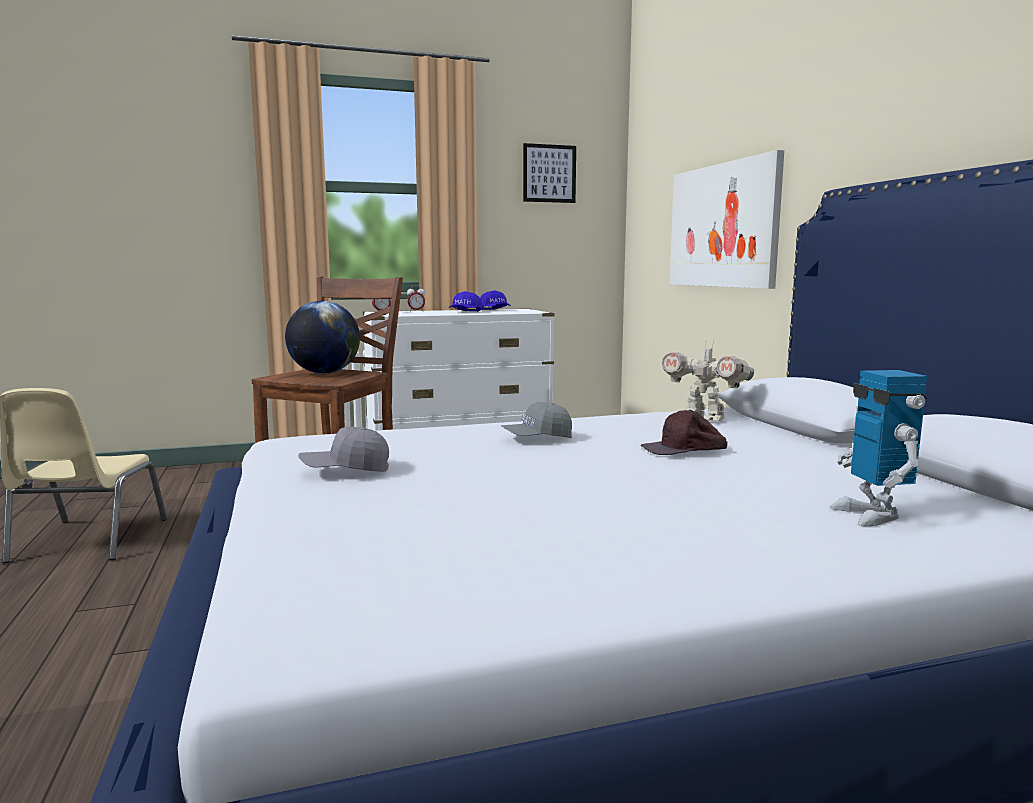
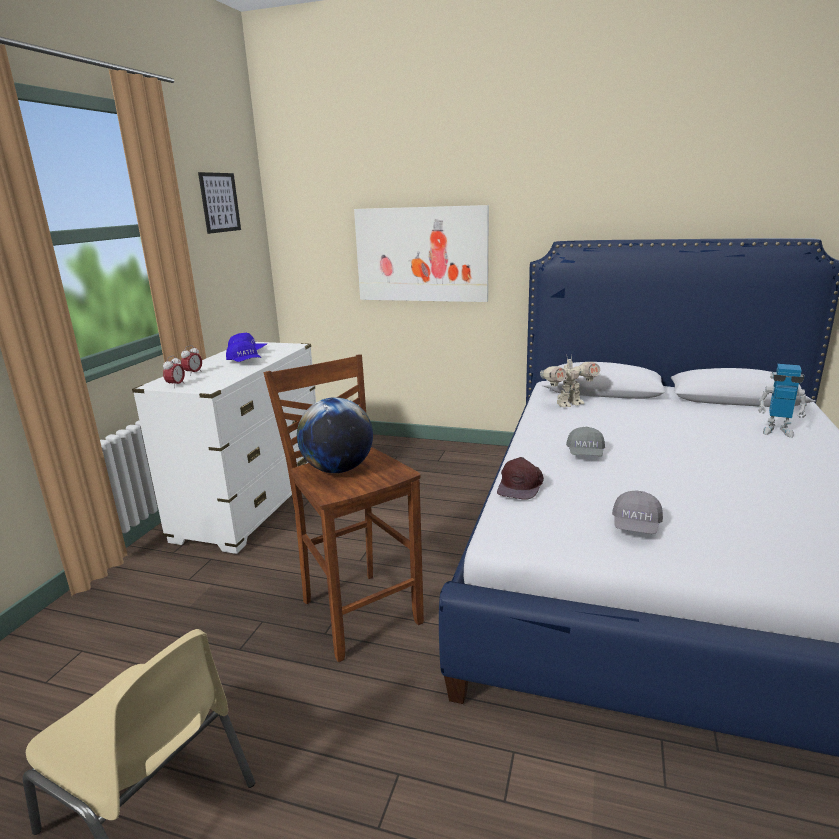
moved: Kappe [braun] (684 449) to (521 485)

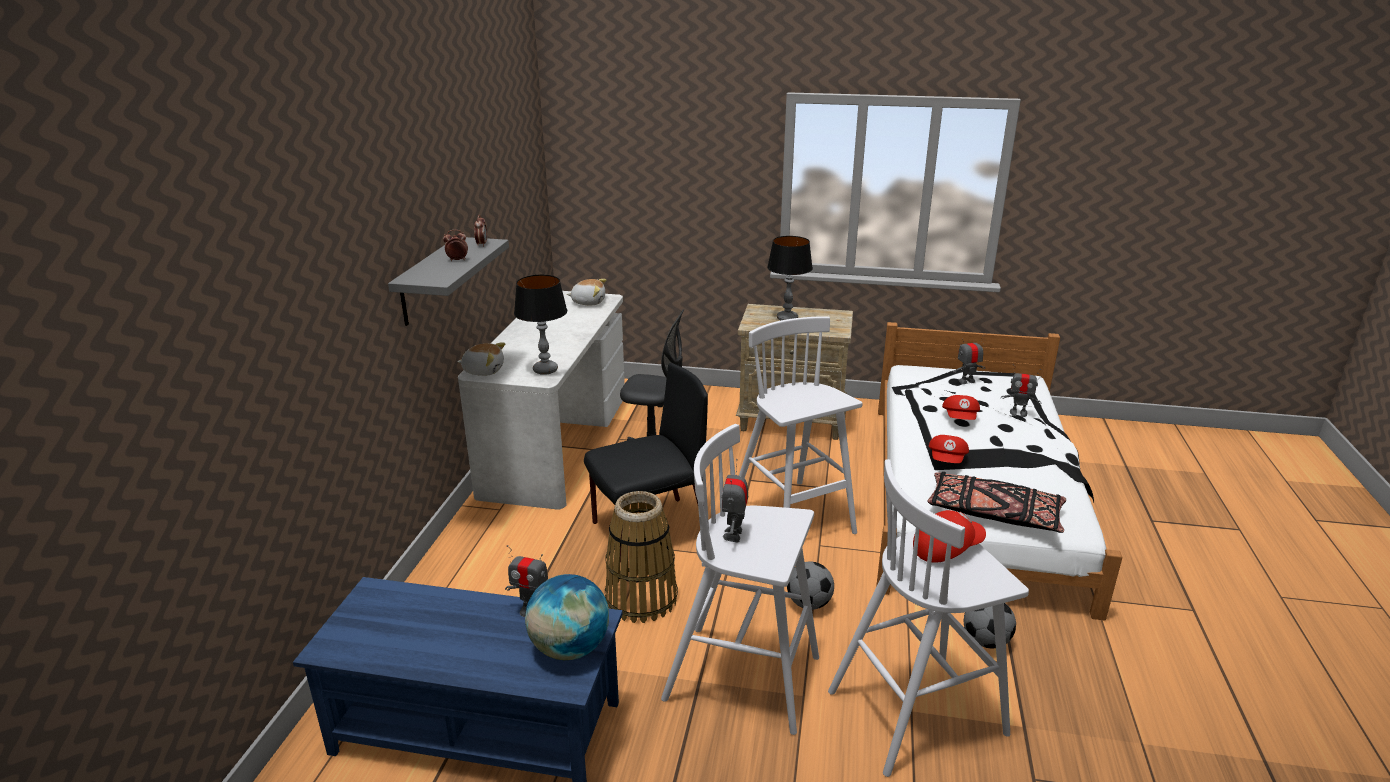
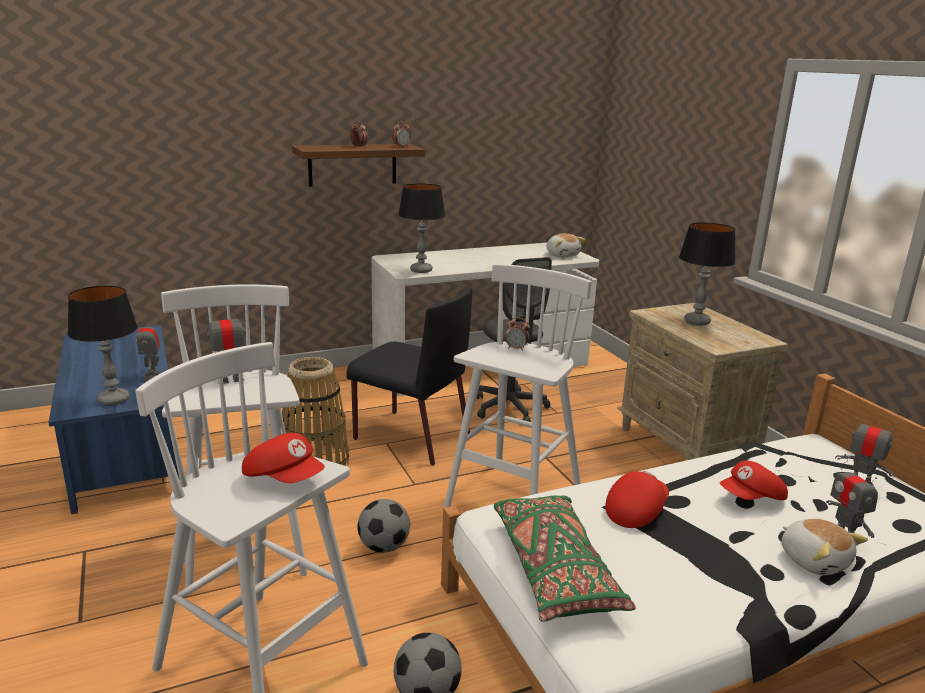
added: Wecker (516 348)
moved: Plüschtier (483 370) to (814 560)
replaced: Globus (570 648) to Tischlampe (113 400)
recoloured: Wandregal [grau] (428 281) to Wandregal [braun] (352 164); Kissen [schwarz] (993 514) to Kissen [grün] (554 569)
turned: Kappe [rot] (947 460) = (635 511) 150 degrees clockwise

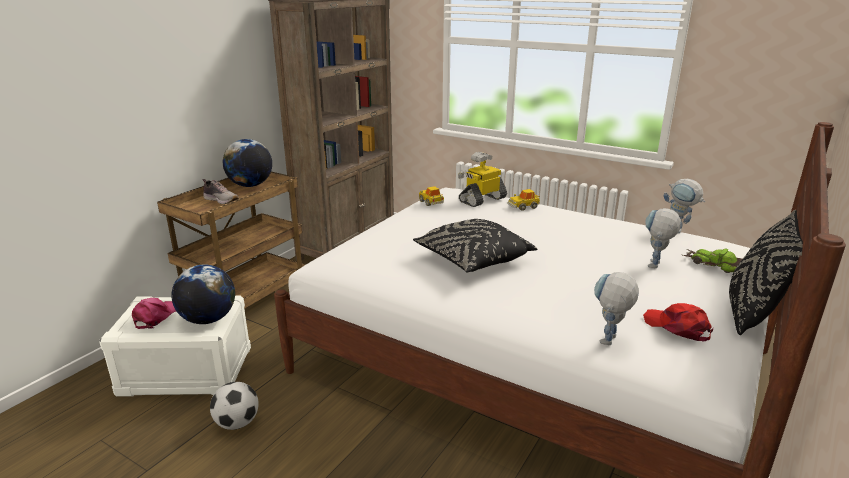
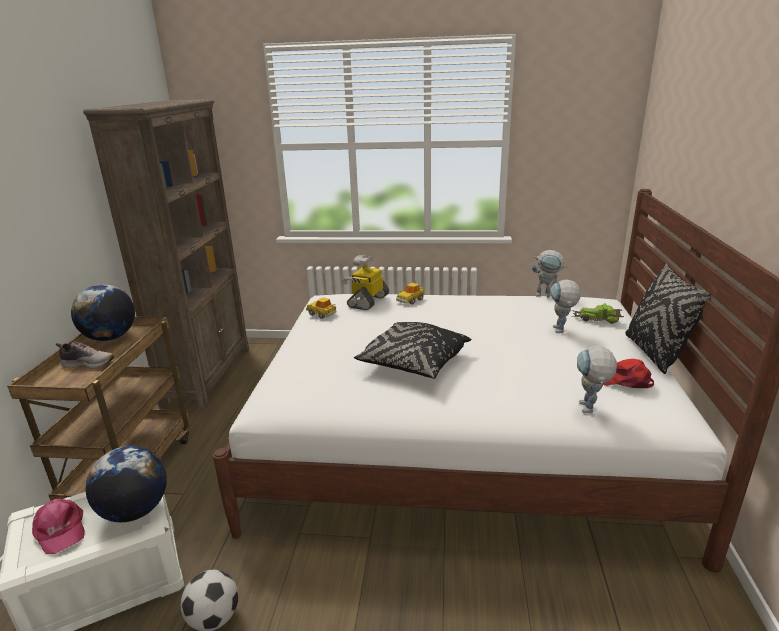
turned: Kappe [rosa] (155 316) = (60 530) 150 degrees clockwise

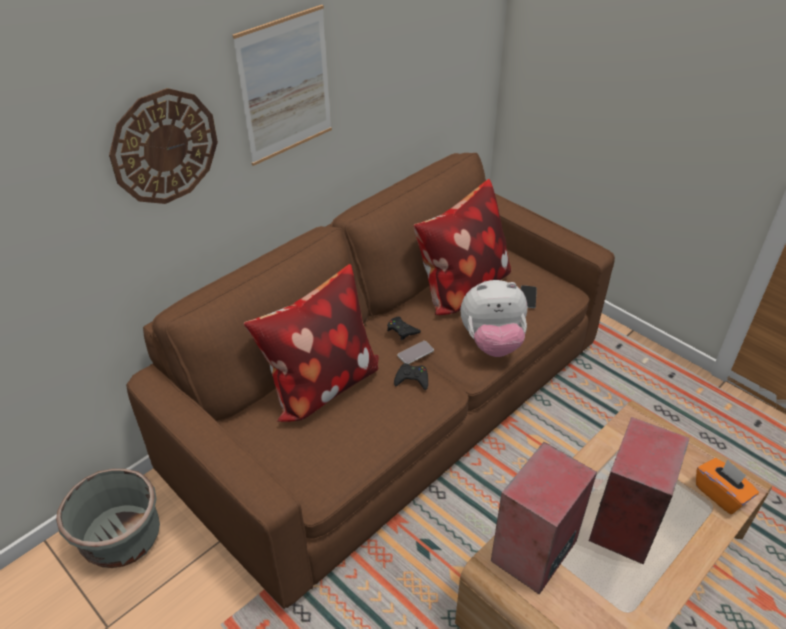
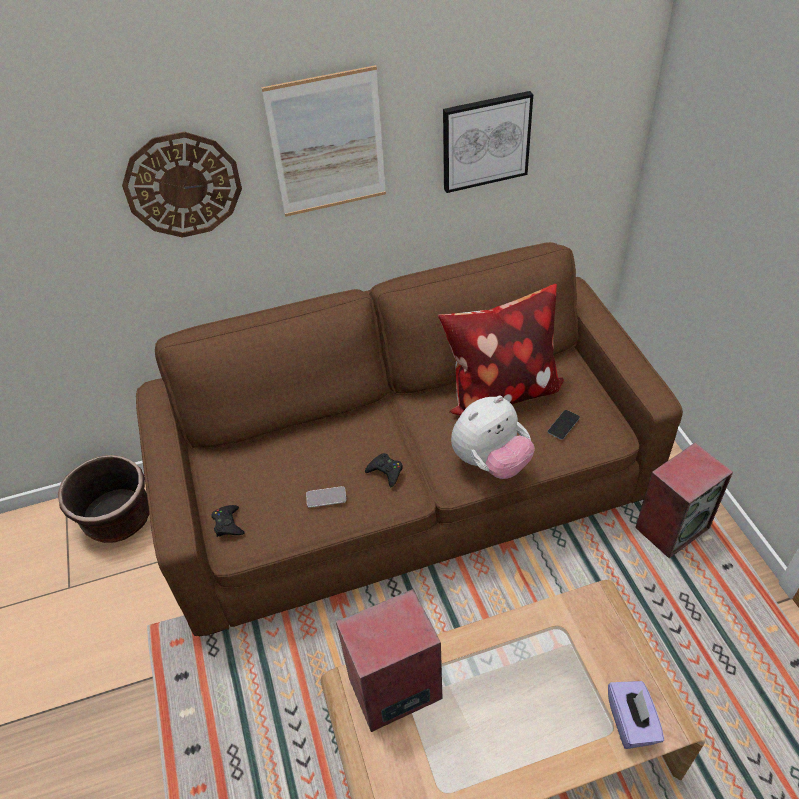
removed: Kissen (320 385)
added: Bild (485 141)
moved: Gamepad [schwarz] (402 330) to (228 524); Handy (415 353) to (326 497); Lautsprecher (624 522) to (672 527)
recoloured: Pflanzkübel [grau] (122 538) to Pflanzkübel [braun] (118 518); Taschentuchbox [orange] (721 494) to Taschentuchbox [lila] (631 722)
turned: Plüschtier (492 343) = (490 462) 60 degrees counterclockwise

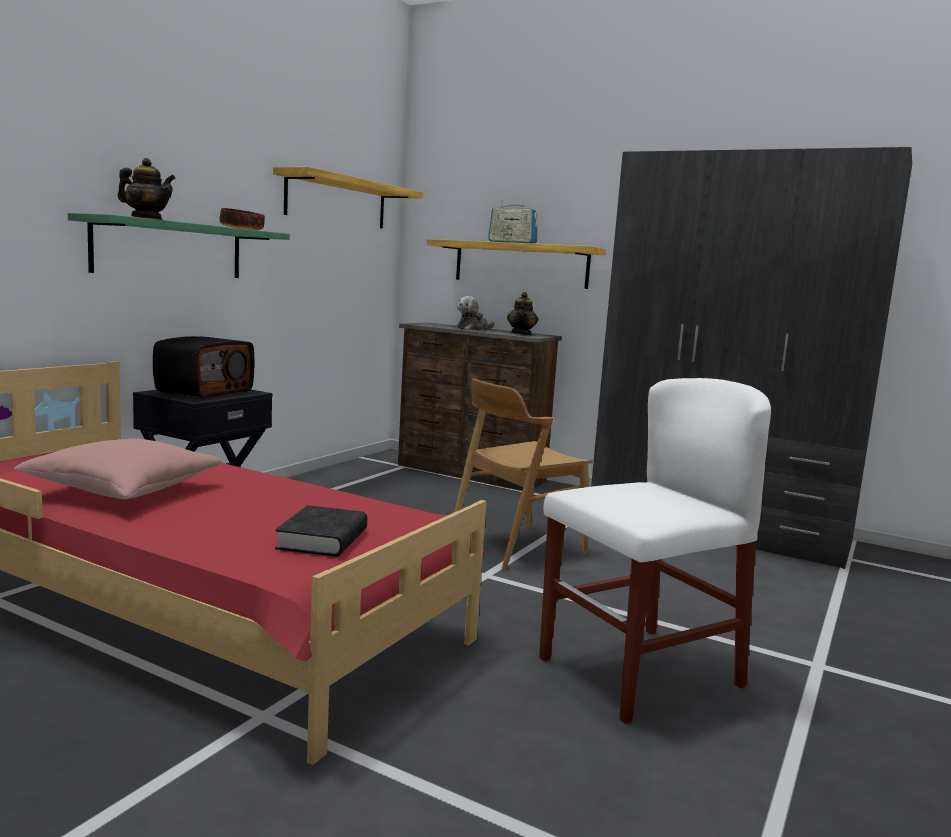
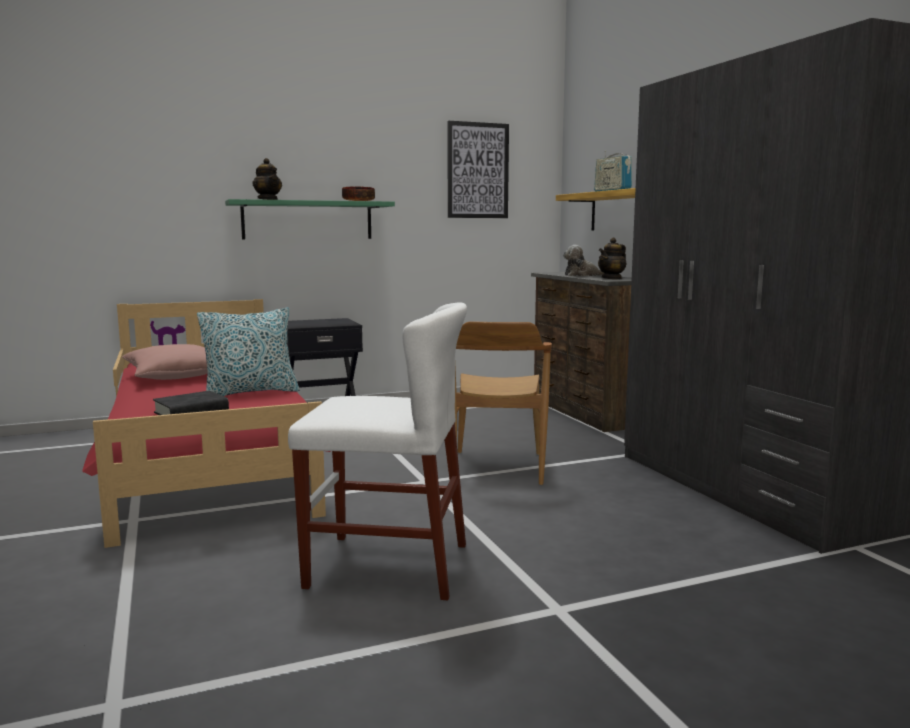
removed: Radio (204 391)
added: Kissen (251 392)
replaced: Wandregal (337 201) to Bild (477 170)
turned: Stuhl [braun] (516 545) = (497 467) 90 degrees counterclockwise

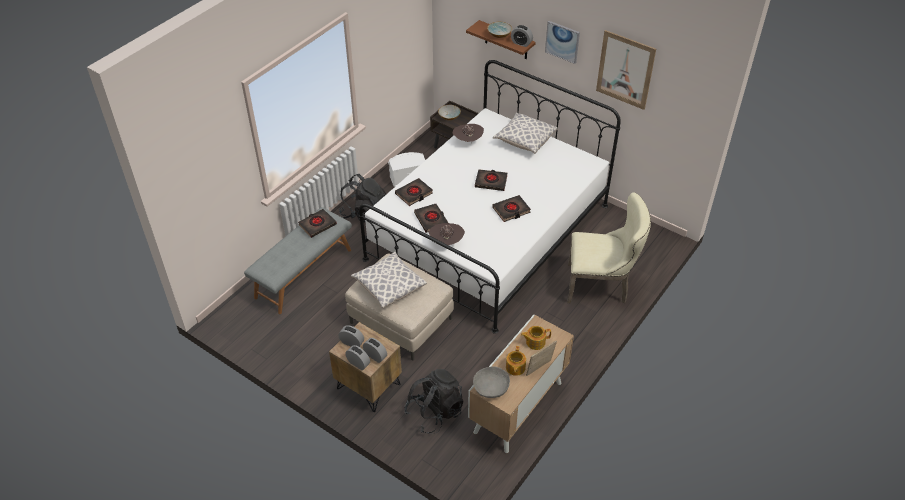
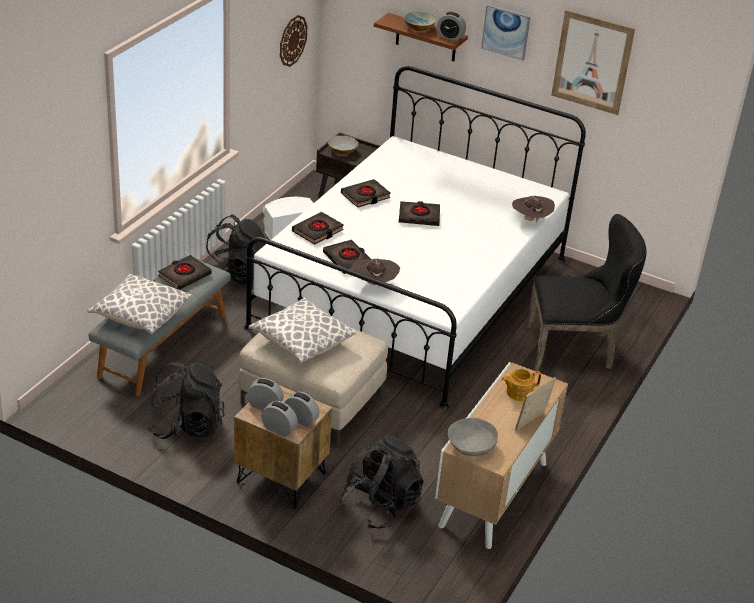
removed: Teekanne (515 368)
added: Rucksack [schwarz] (186 425); Wanduhr (292 40)
moved: Hut [braun] (468 141) to (530 220); Buch [schwarz] (511 210) to (365 196); Kissen (524 140) to (140 316)
recoloured: Stuhl [beige] (601 285) to Stuhl [schwarz] (575 349)

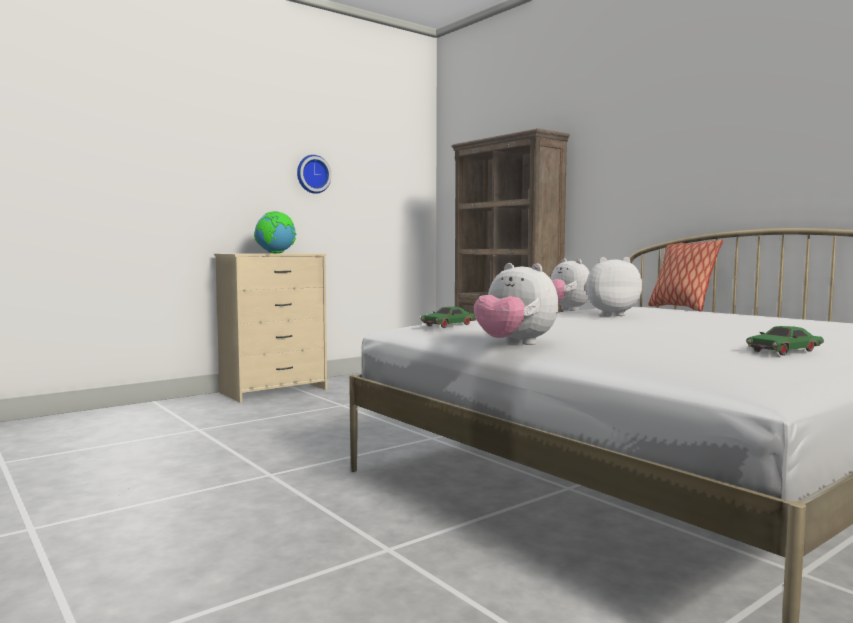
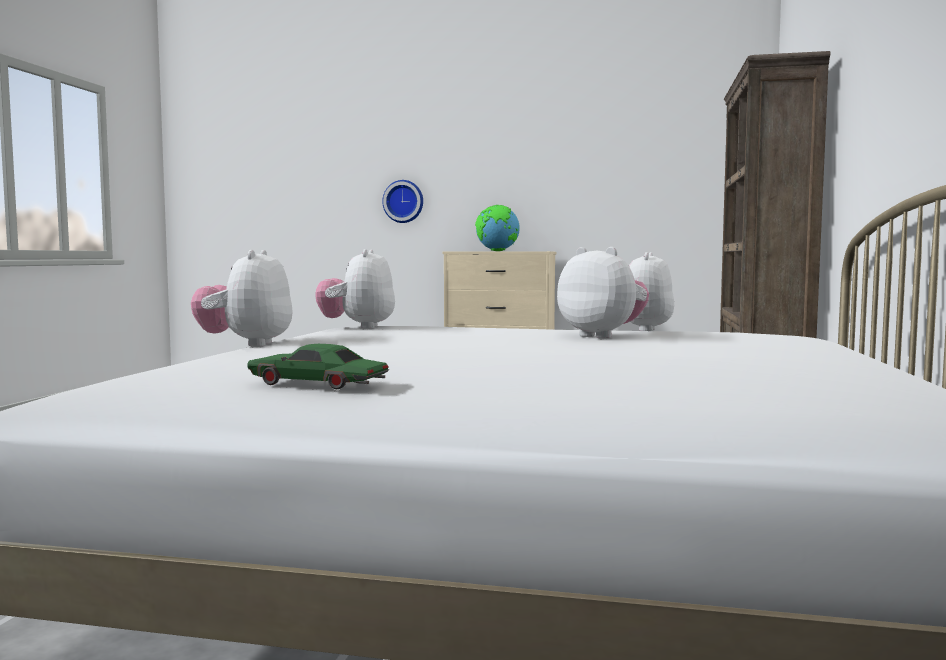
removed: Kissen (681 308)
moved: Wanduhr (312 174) to (404 201)
replaced: Spielzeugauto [grün] (450 325) to Plüschtier (358 327)

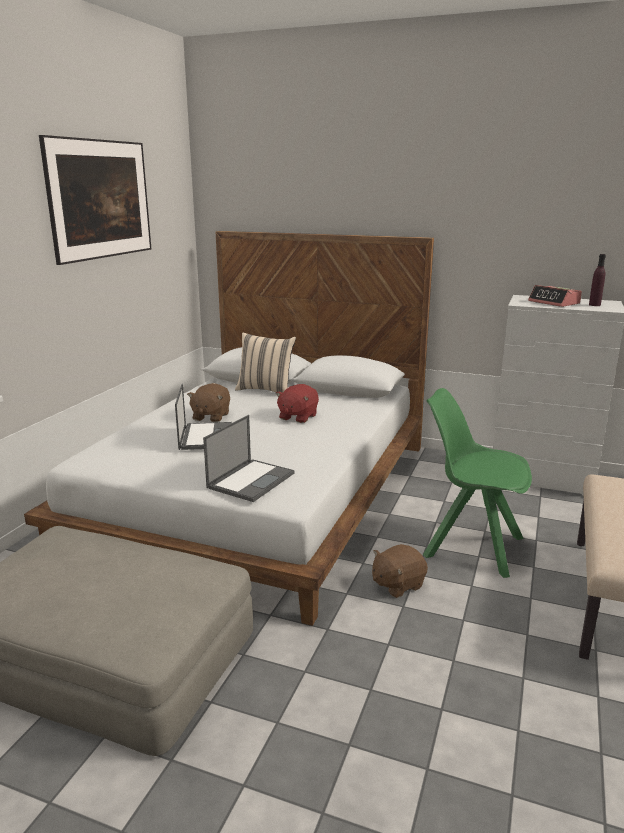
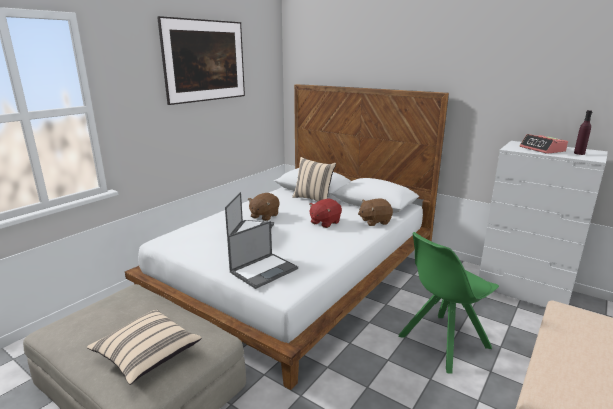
added: Kissen [beige] (147 356)
moved: Plüschtier [braun] (397 584) to (374 221)
turned: Stuhl [grün] (470 546) = (442 342) 75 degrees counterclockwise

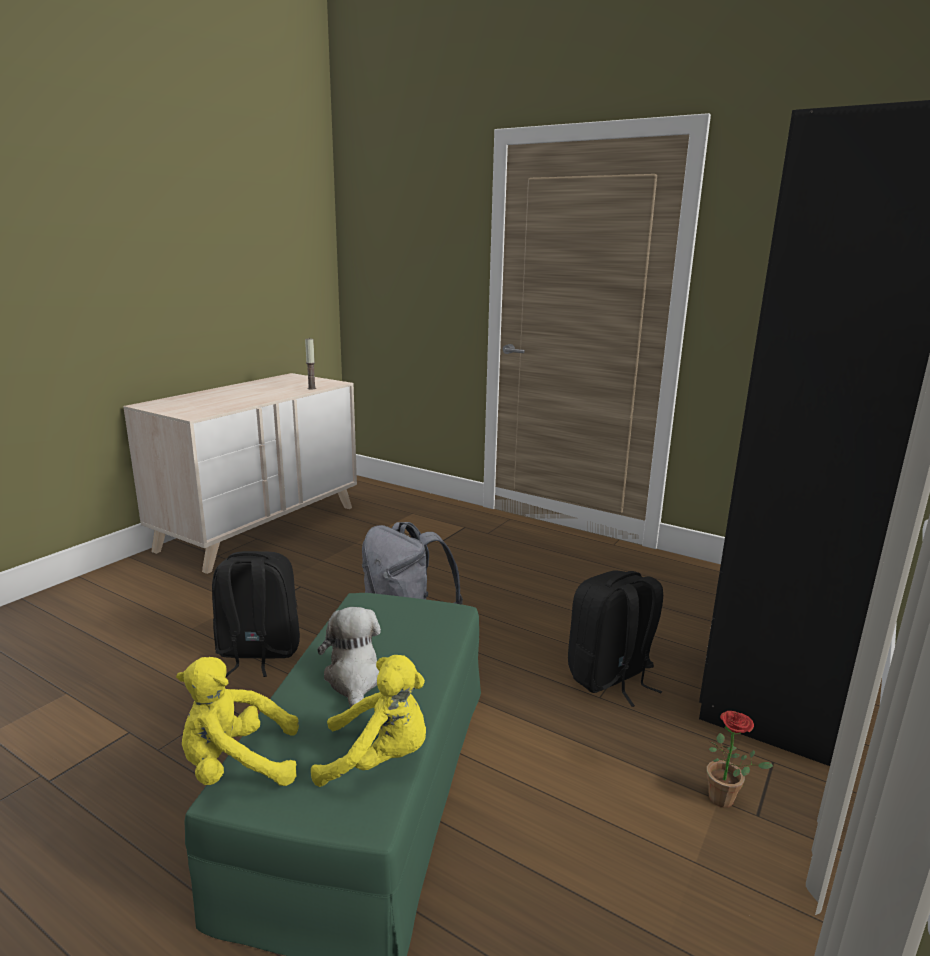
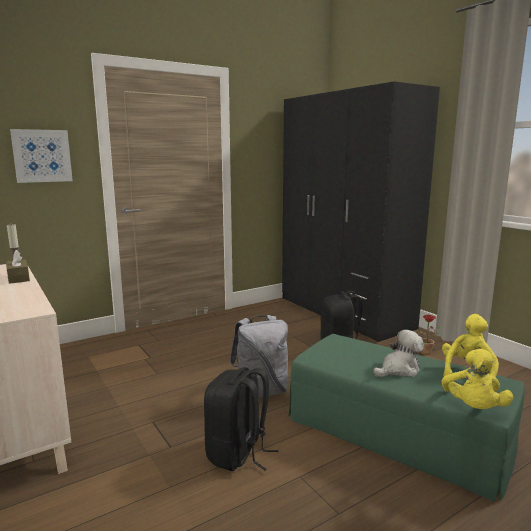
added: Taschentuchbox [braun] (18 278); Bild (42 156)
turned: Plüschtier (355 679) = (399 369) 135 degrees clockwise

